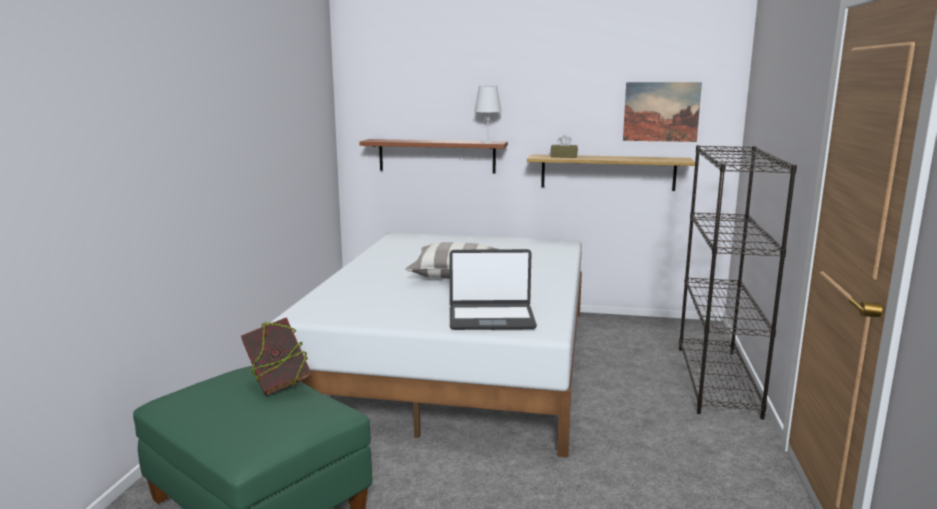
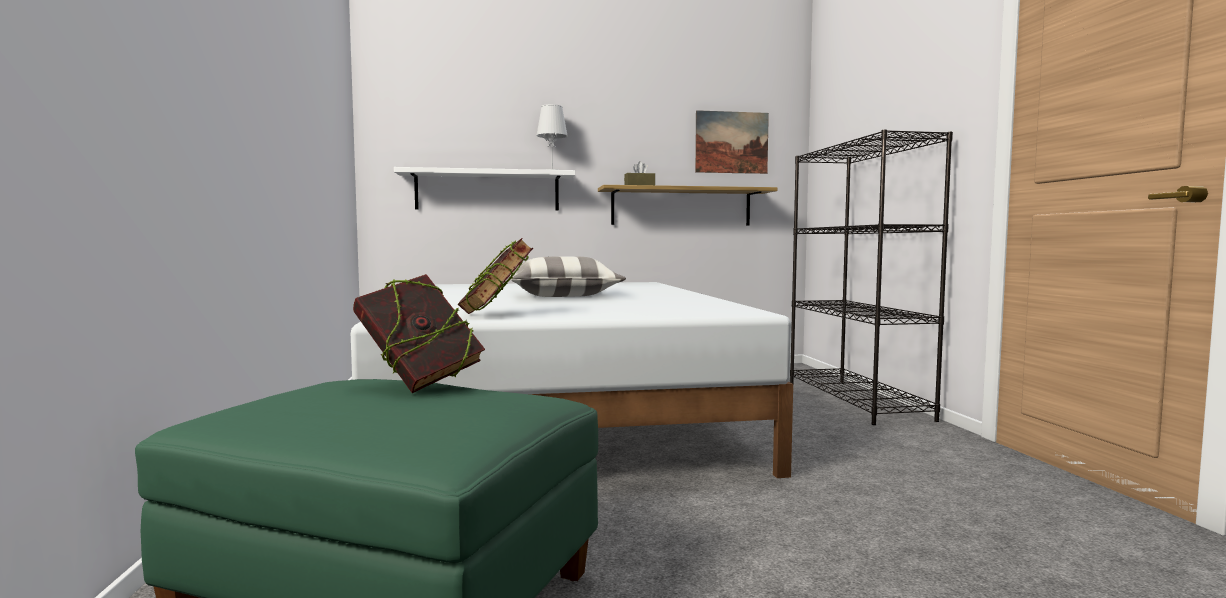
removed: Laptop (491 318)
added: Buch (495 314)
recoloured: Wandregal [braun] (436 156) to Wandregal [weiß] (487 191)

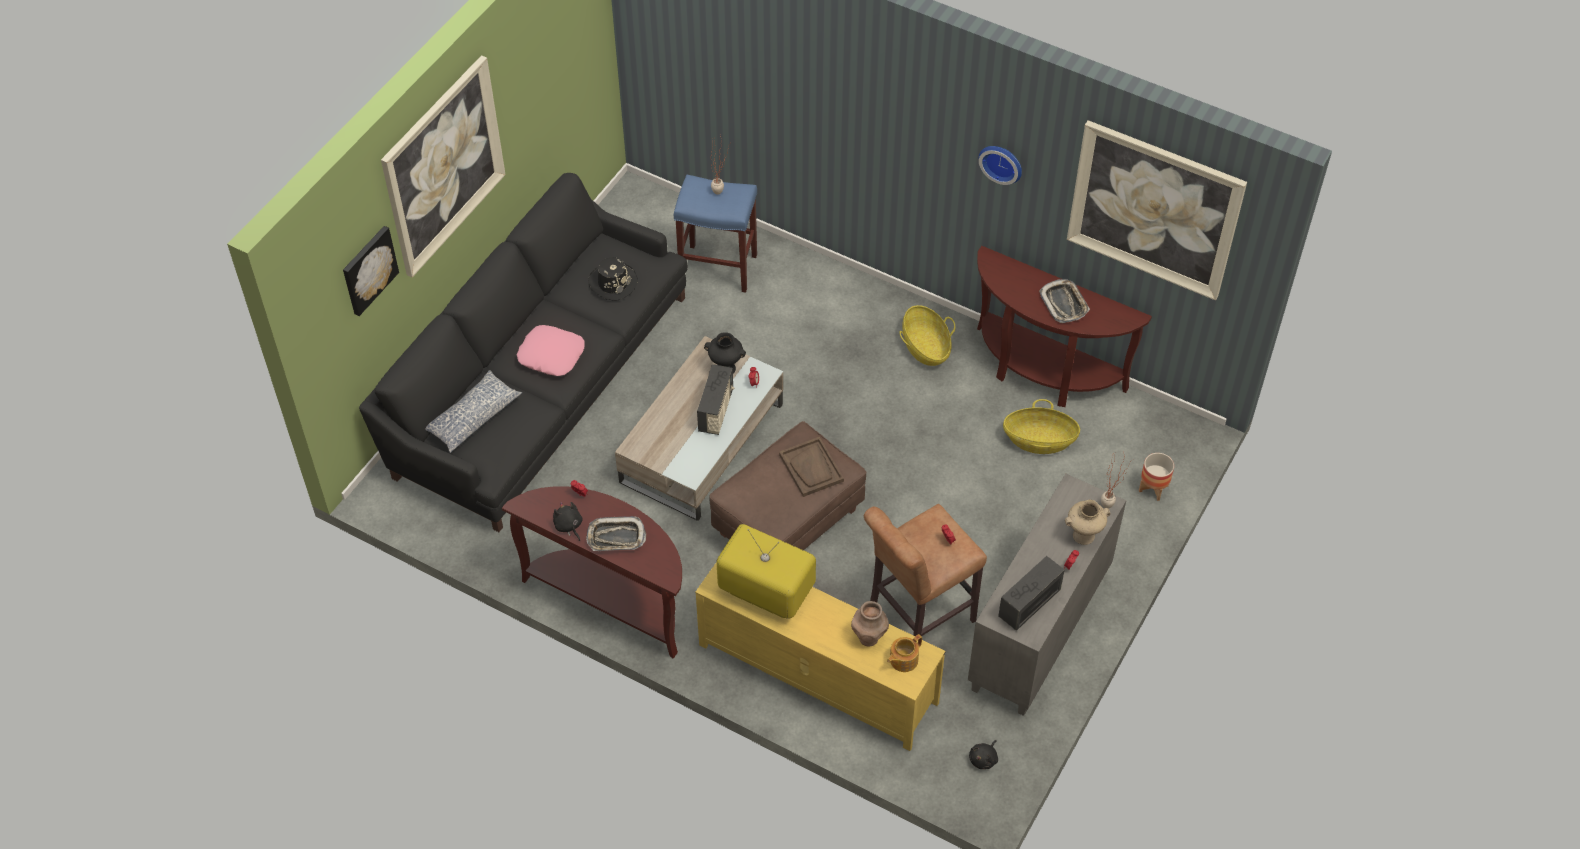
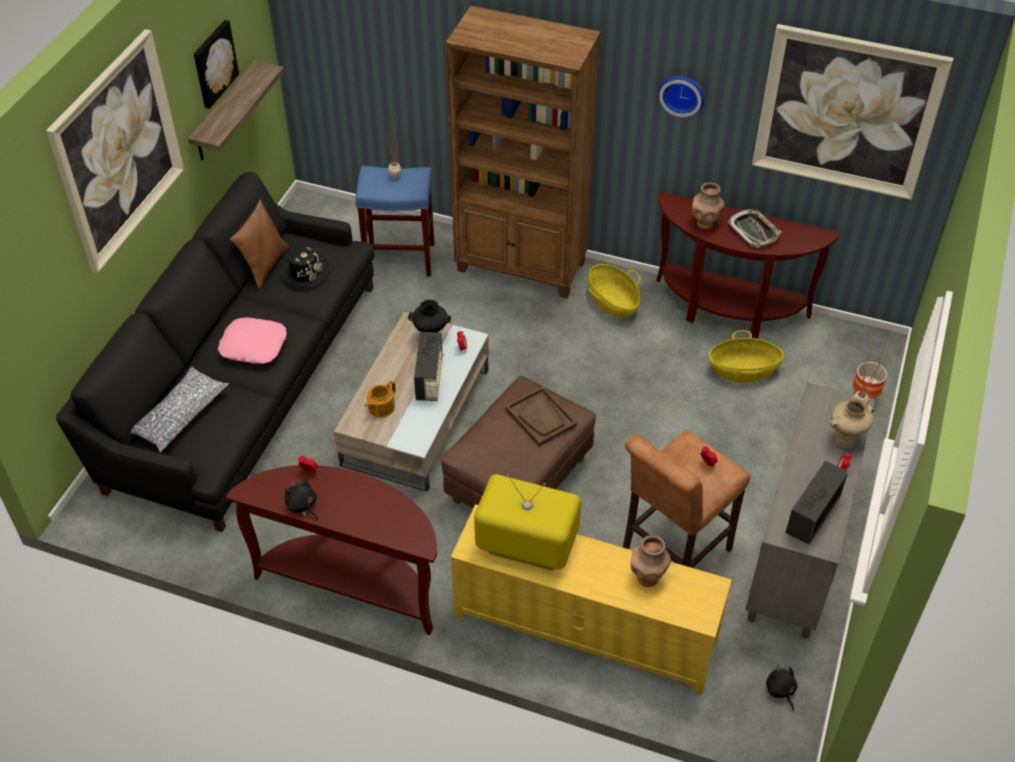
removed: Tablett (616 537)
added: Wandregal (225 113); Kissen [braun] (264 265); Bücherregal [braun] (521 267); Vase [braun] (705 223)
moved: Bild (368 269) to (213 63); Teekanne (903 660) to (380 407)
turned: Plüschtier [schwarz] (984 759) = (780 691) 135 degrees clockwise

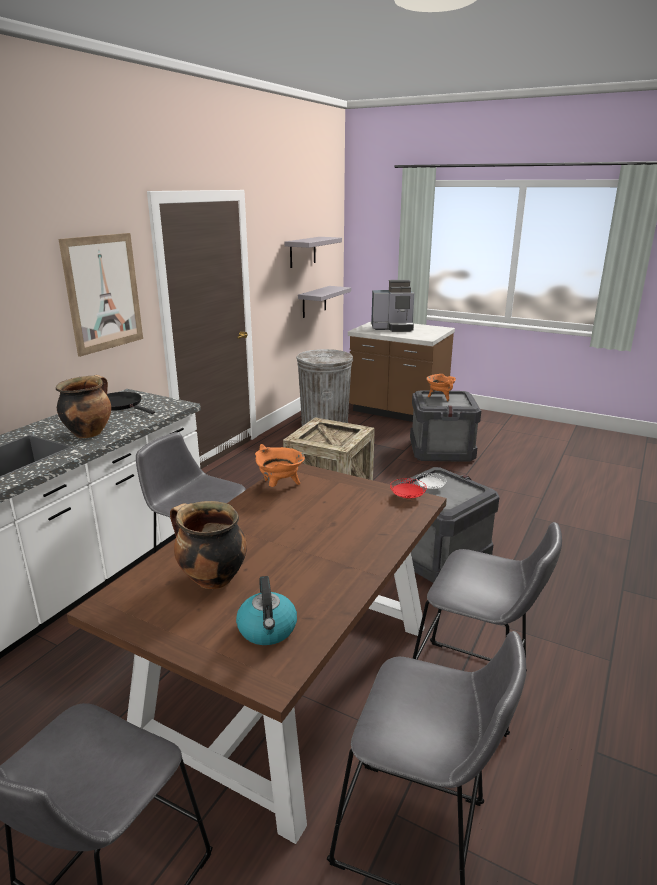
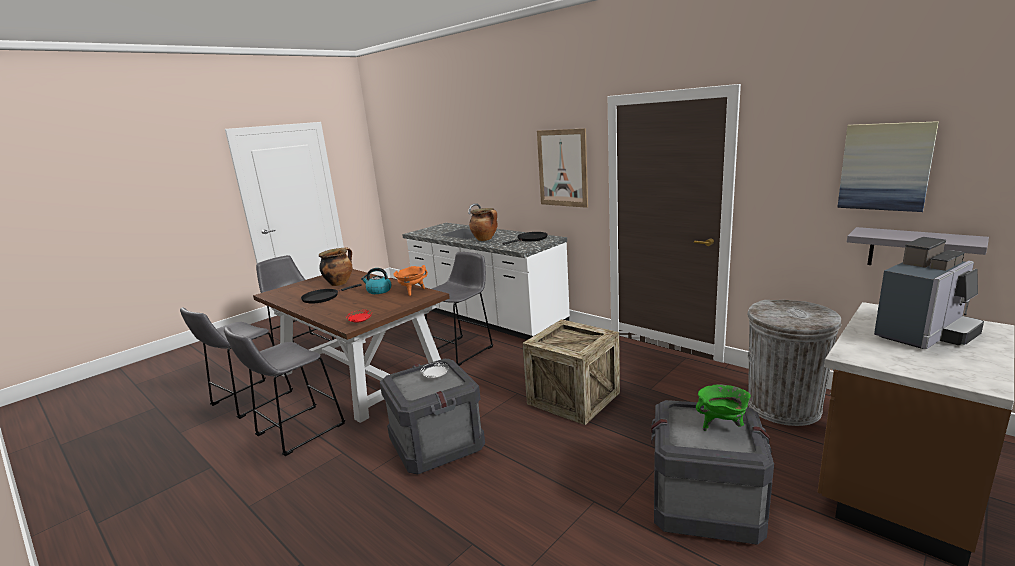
added: Pfanne [schwarz] (323 297)
moved: Wasserkessel (267 630) to (378 291)
replaced: Wandregal [grau] (302 252) to Bild (885 167)
recoloured: Kochtopf [orange] (440 397) to Kochtopf [grün] (722 425)
turned: Kaffeemaschine (393 328) = (924 334) 135 degrees counterclockwise

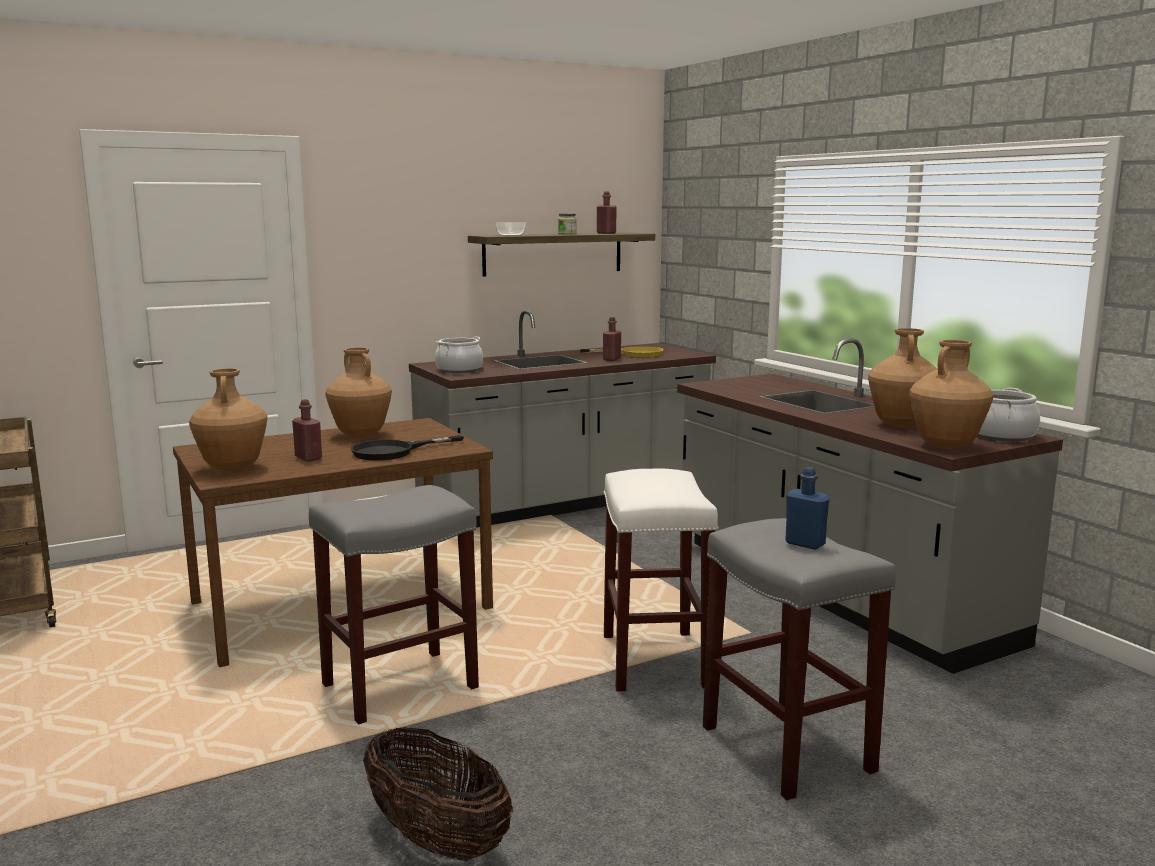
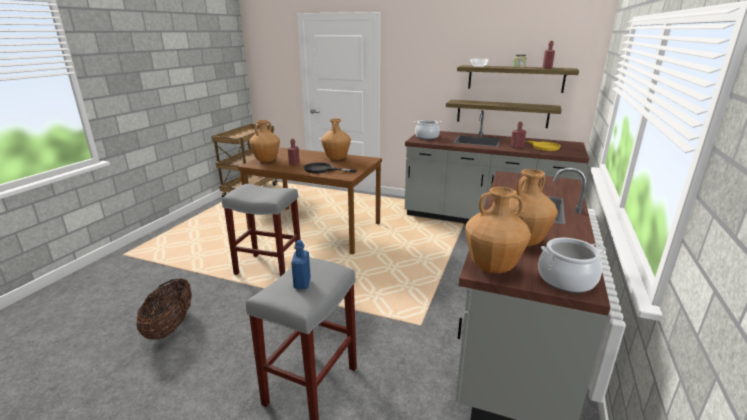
removed: Hocker [weiß] (655 661)
added: Wandregal (502 113)

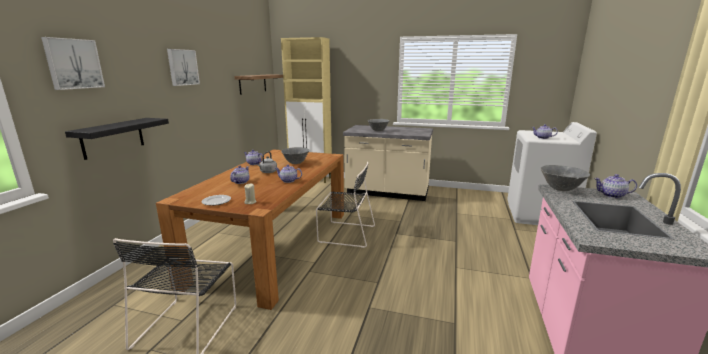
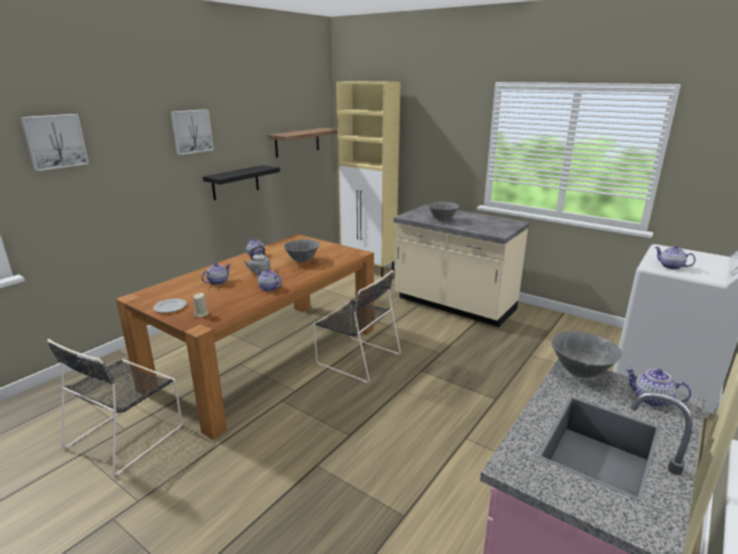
moved: Wandregal [schwarz] (113 137) to (235 182)

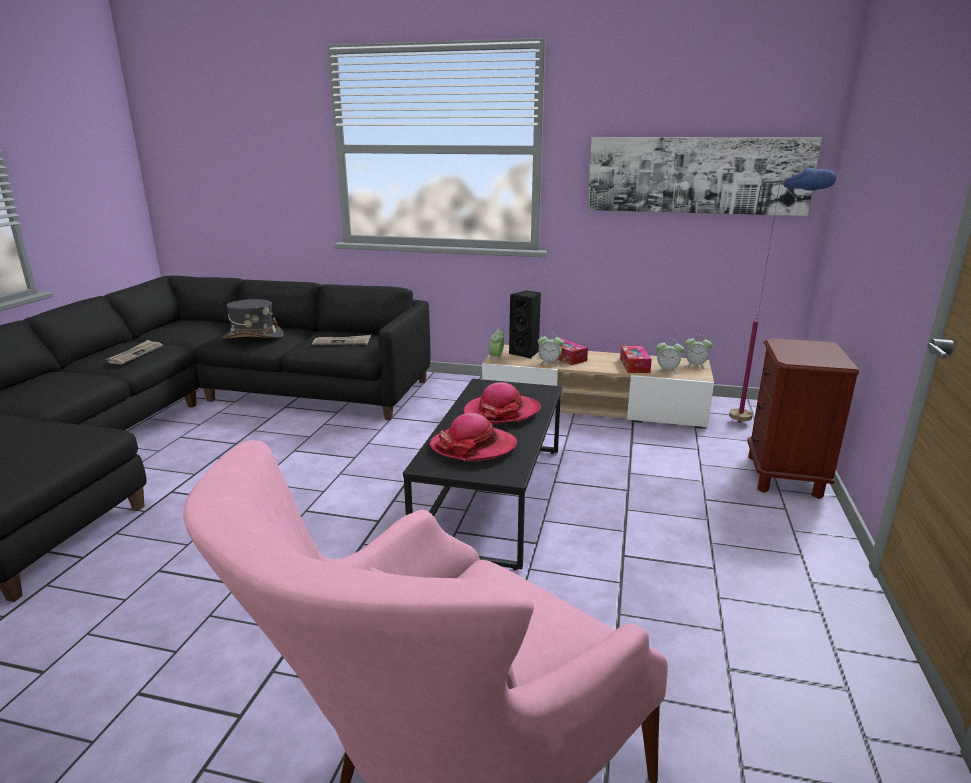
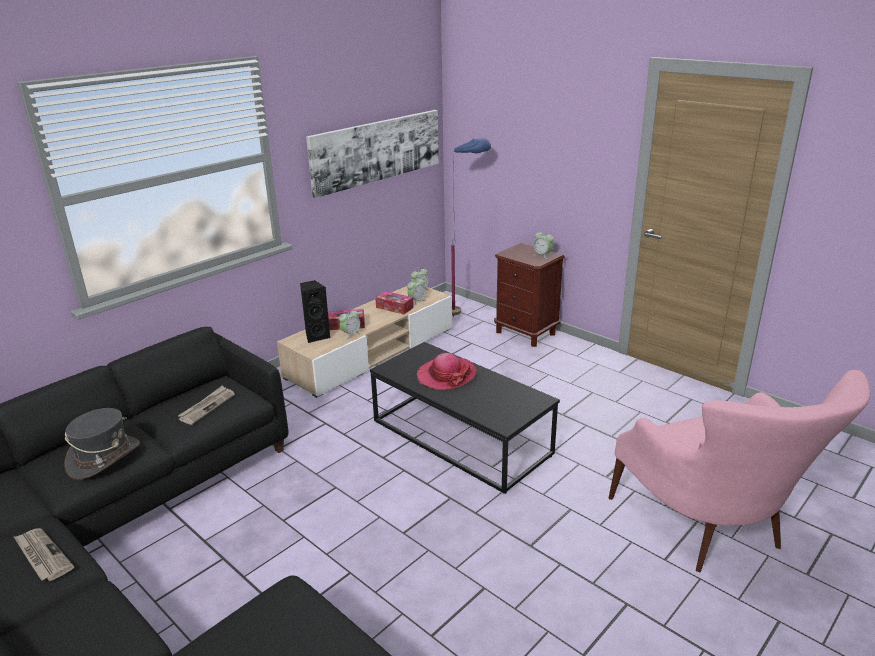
removed: Hut (473 446)
moved: Wecker (496 358) to (542 255)

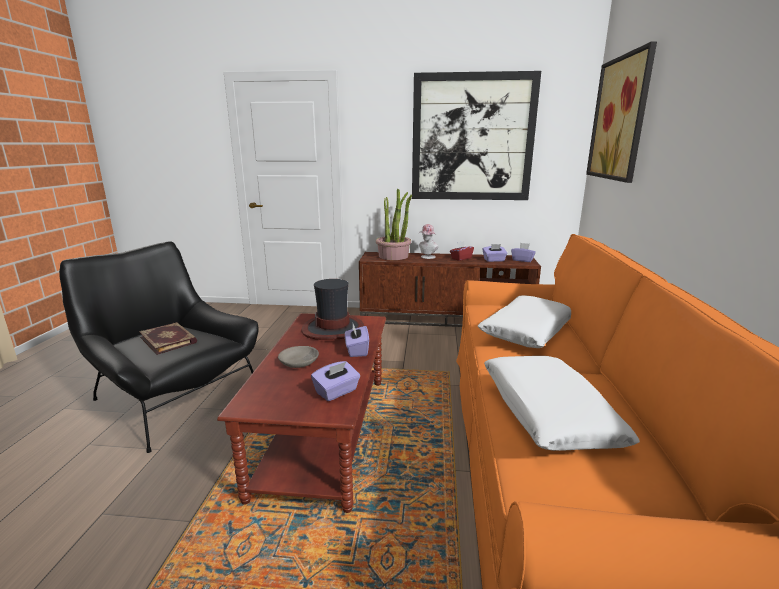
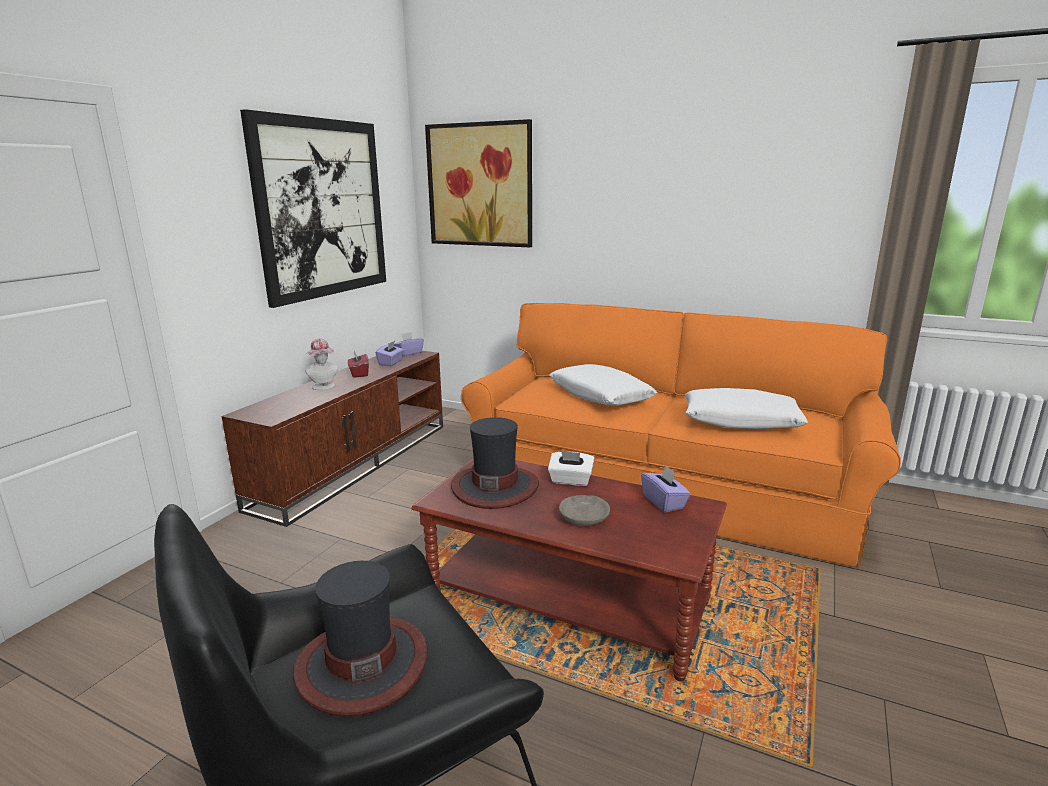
removed: Topfpflanze (393 256)
replaced: Buch (169 340) to Hut (362 663)
recoloured: Taschentuchbox [lila] (357 350) to Taschentuchbox [weiß] (570 480)

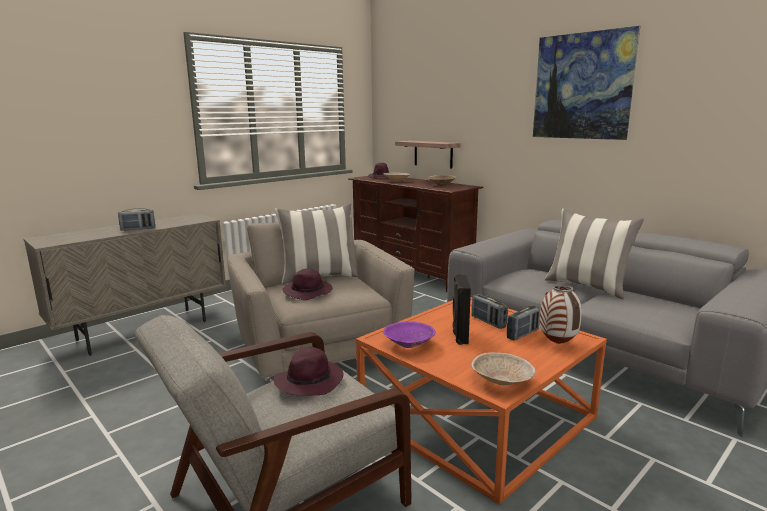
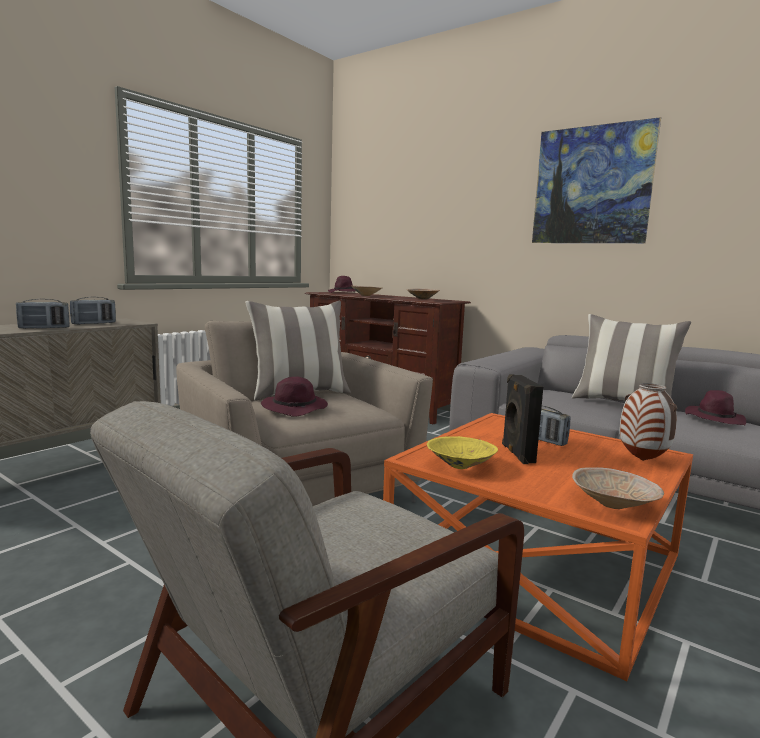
removed: Wandregal (433 154)
moved: Hut [lila] (310 381) to (714 419); Radio (523 334) to (94 323)
recoloured: Schüssel [lila] (409 344) to Schüssel [gelb] (460 465)

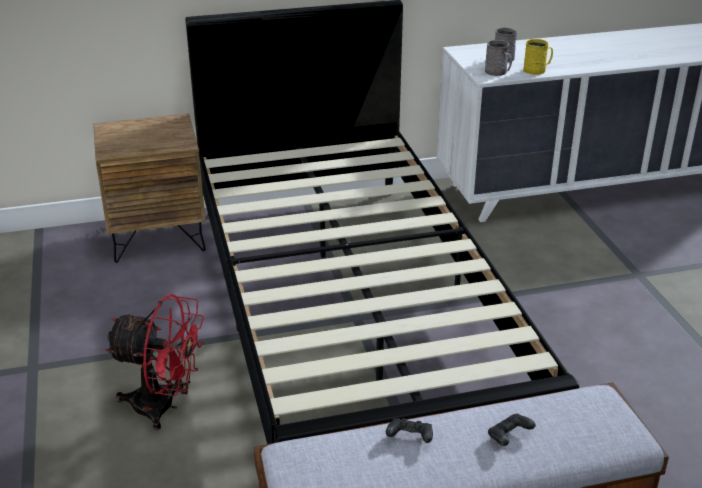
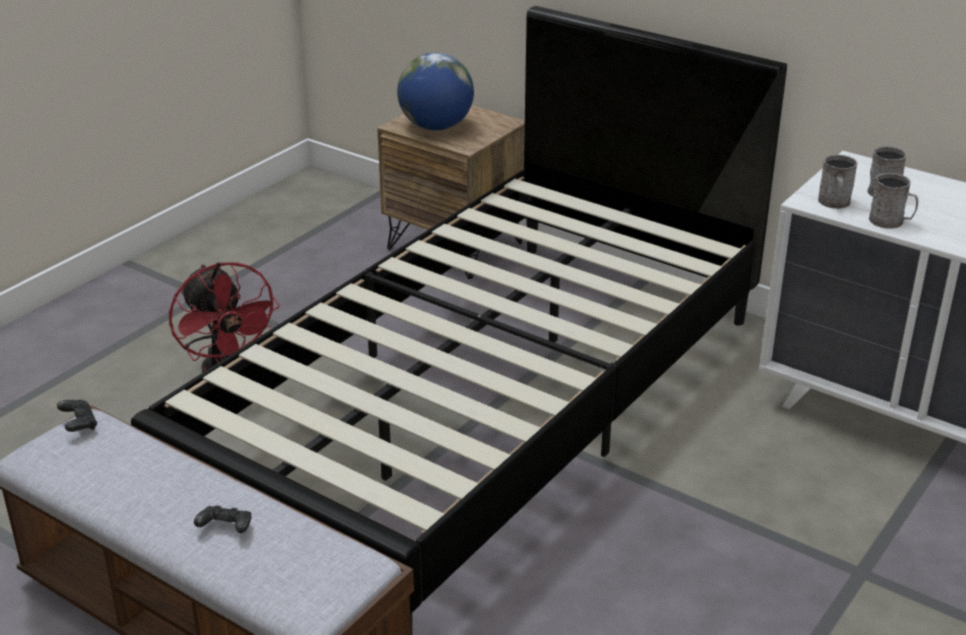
added: Globus (436 127)
moved: Gamepad [schwarz] (410 438) to (79 424)
recoloured: Henkelbecher [gelb] (537 70) to Henkelbecher [grau] (891 222)

